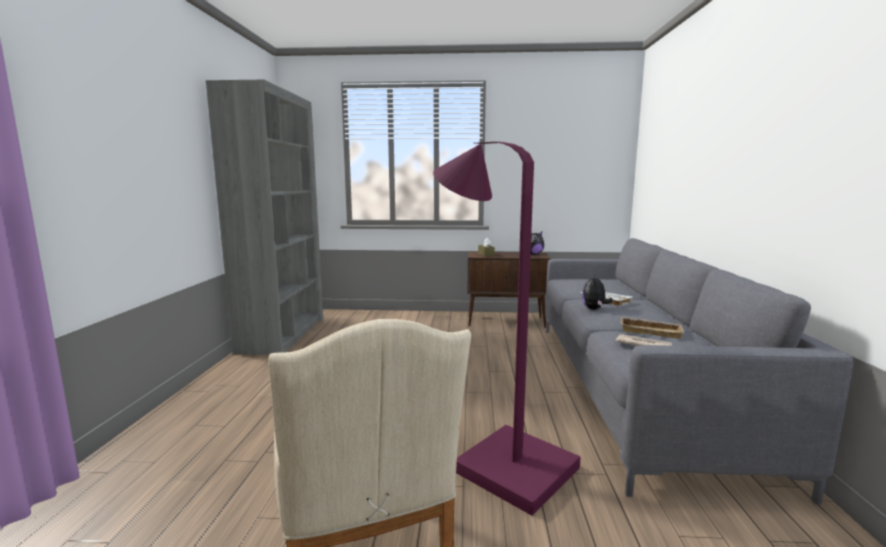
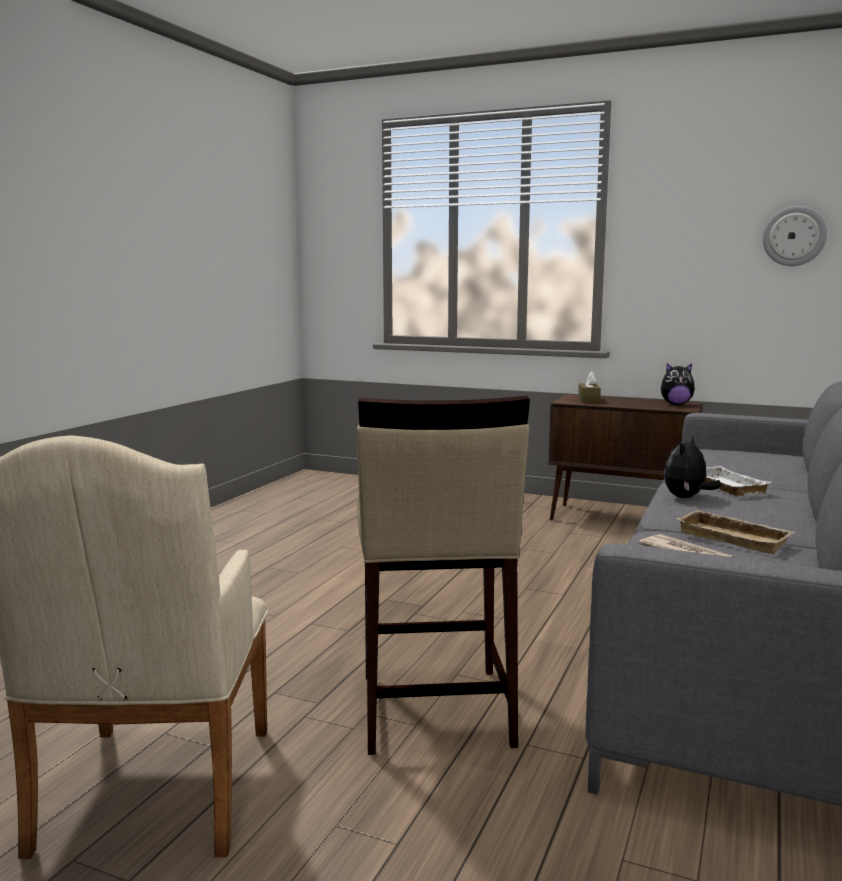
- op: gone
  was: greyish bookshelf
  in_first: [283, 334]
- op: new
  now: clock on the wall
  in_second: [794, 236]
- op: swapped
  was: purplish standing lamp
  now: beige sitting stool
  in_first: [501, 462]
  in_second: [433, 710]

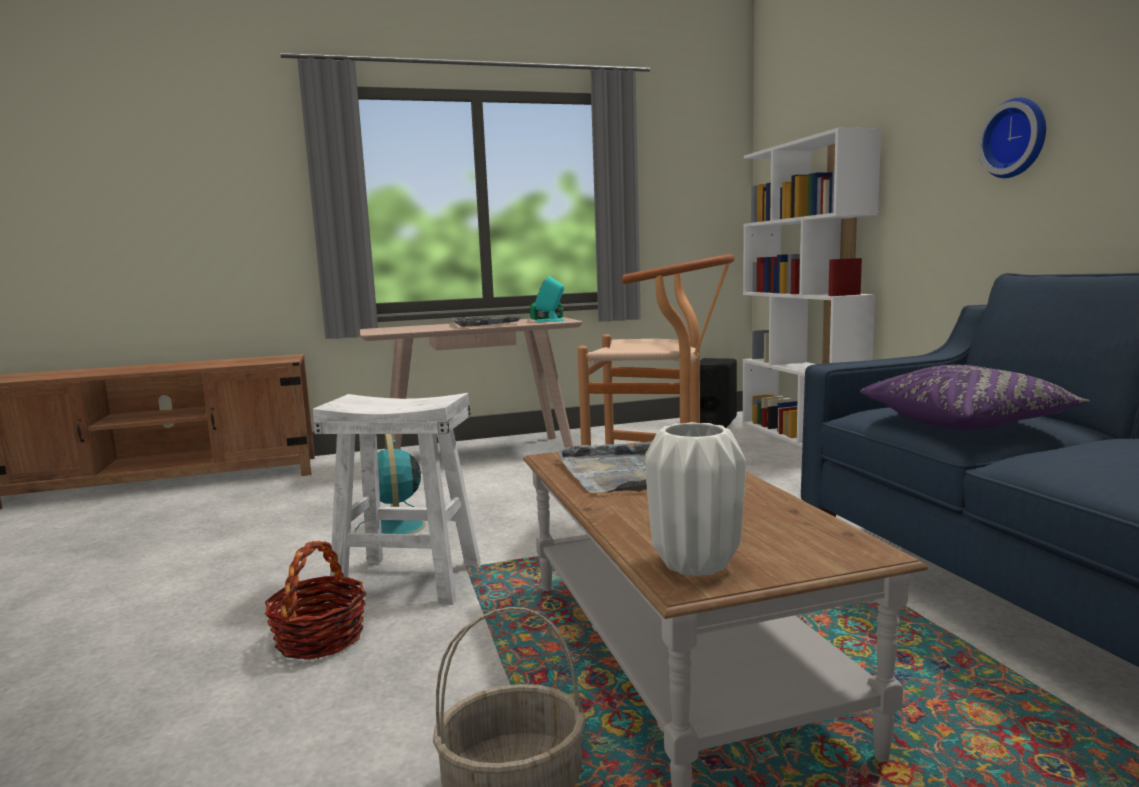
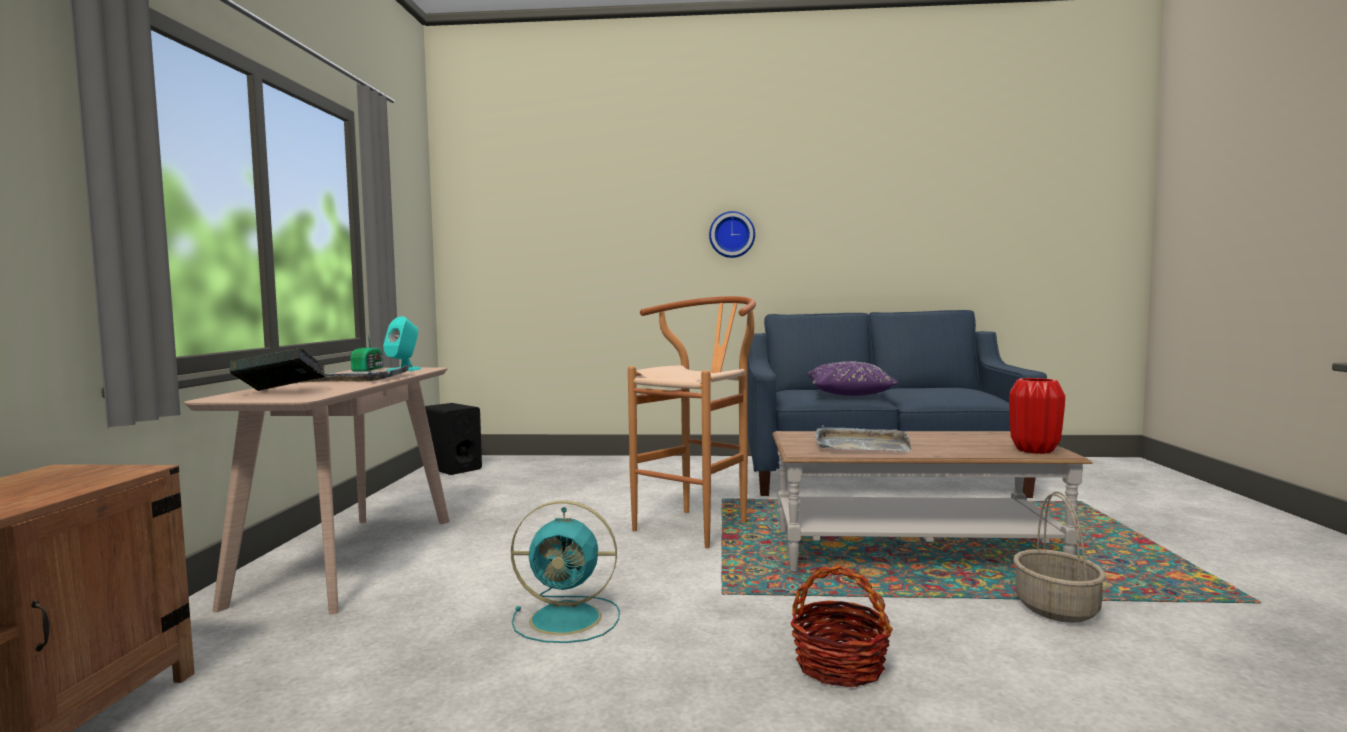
- op: gone
  was: white sitting stool
  in_first: [409, 580]
- op: gone
  was: white bookshelf
  in_first: [801, 437]
- op: new
  now: bound book
  in_second: [280, 392]
- op: repainted
  was: white vase
  now: red-coloured vase
  in_first: [696, 564]
  in_second: [1034, 450]

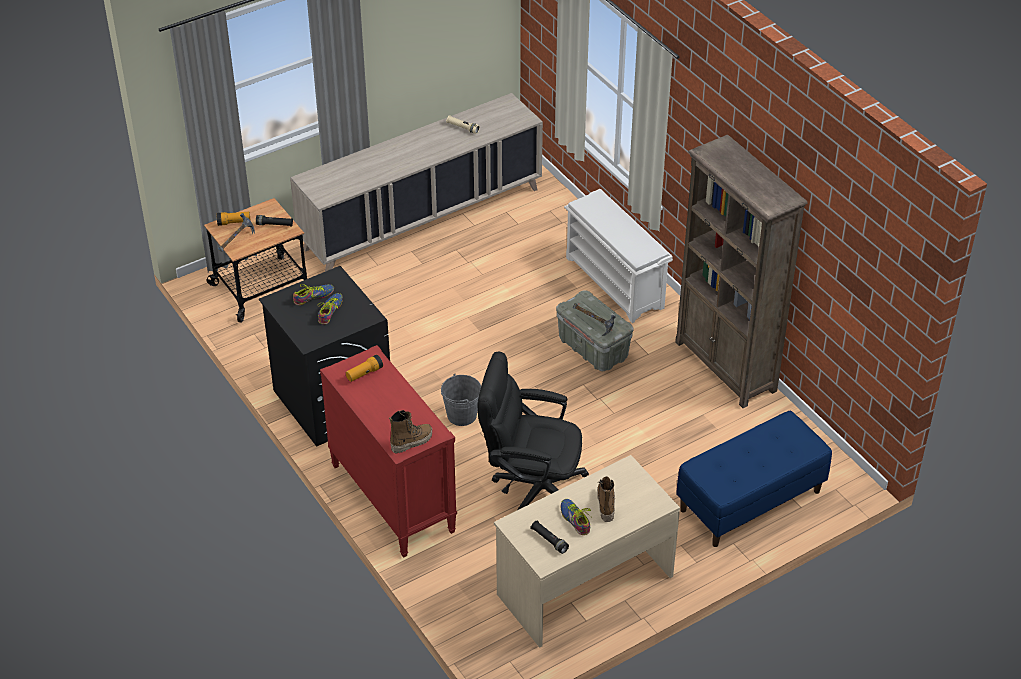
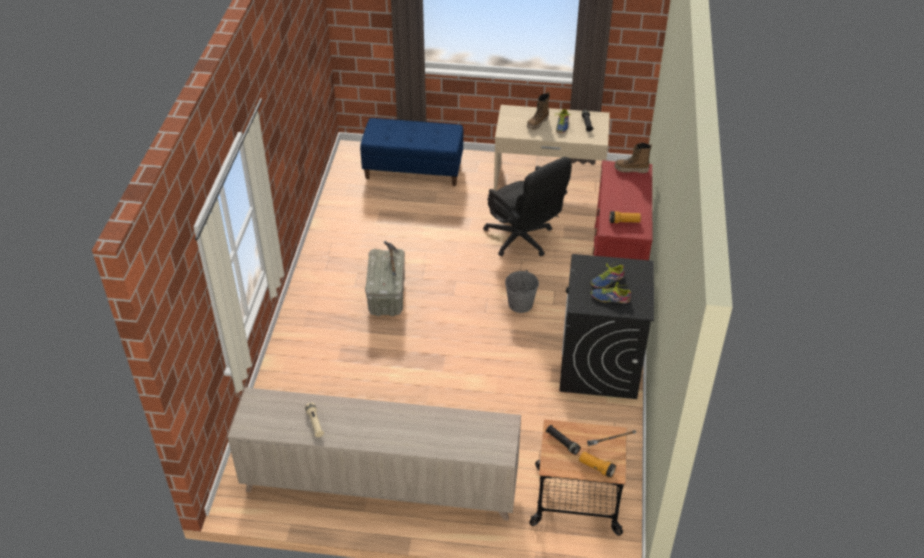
- op: gone
  was: white shoe rack
  in_first: [616, 283]
- op: gone
  was: brownish bookshelf
  in_first: [726, 367]

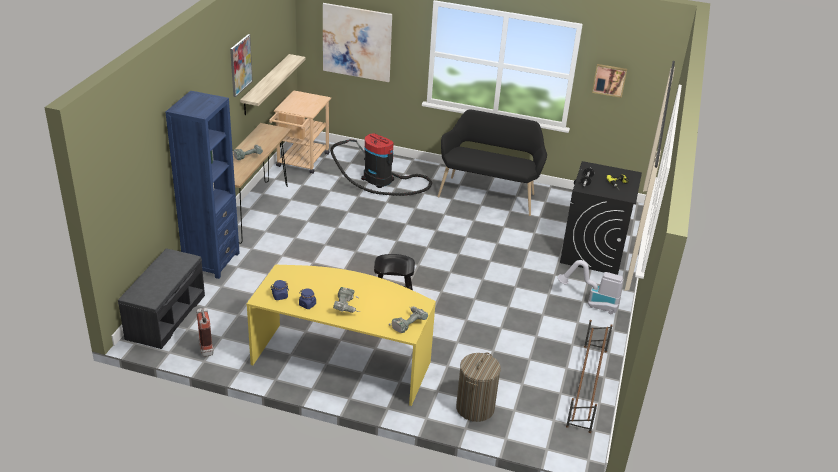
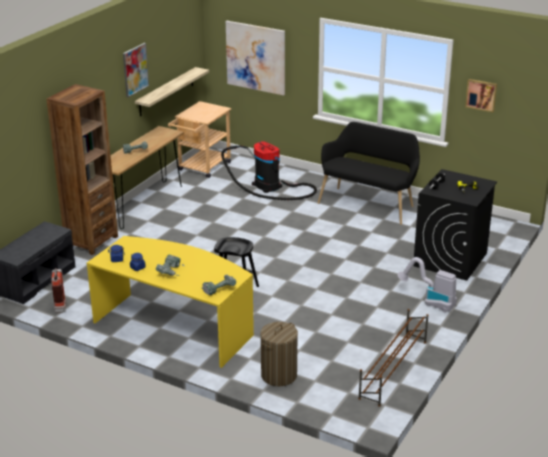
- op: repainted
  was: blue bookshelf
  now: brownish bookshelf
  in_first: [211, 261]
  in_second: [91, 241]

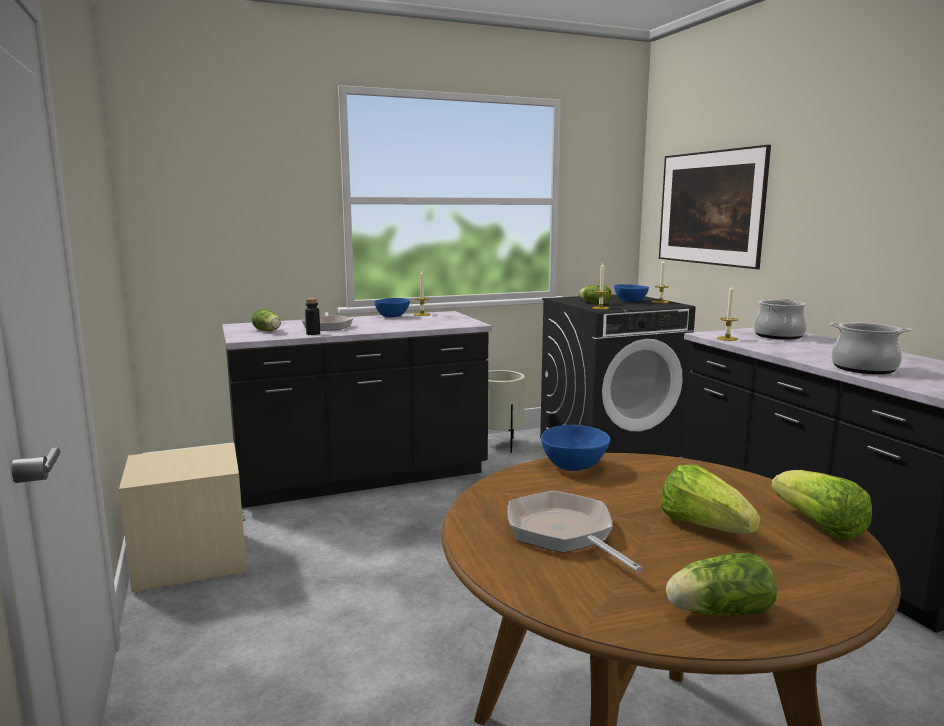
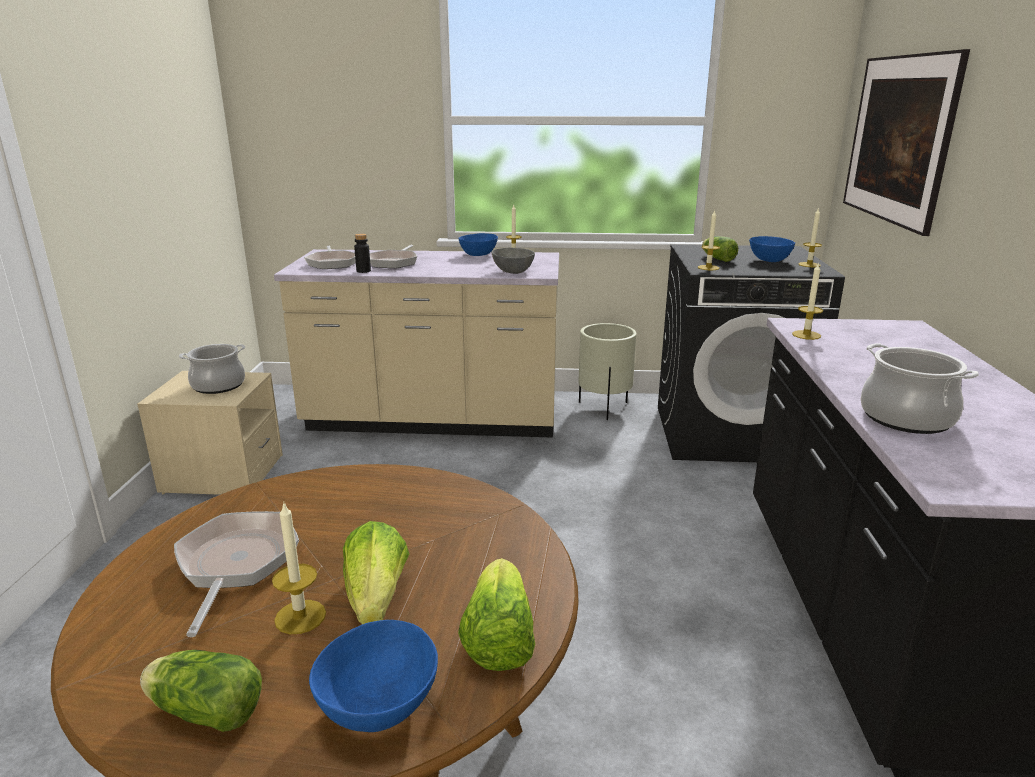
- op: new
  now: wax light
  in_second: [300, 617]
- op: new
  now: greyish bowl
  in_second: [513, 271]
- op: shifted
  was: blue bowl
  in_first: [574, 466]
  in_second: [382, 706]
- op: shifted
  was: saucepot
  in_first: [779, 336]
  in_second: [218, 385]
- op: swapped
  was: lettuce head
  now: frying pan
  in_first: [268, 331]
  in_second: [332, 263]
- op: repainted
  was: black-coloured kitchen counter
  now: beige kitchen counter
  in_first: [362, 478]
  in_second: [433, 420]

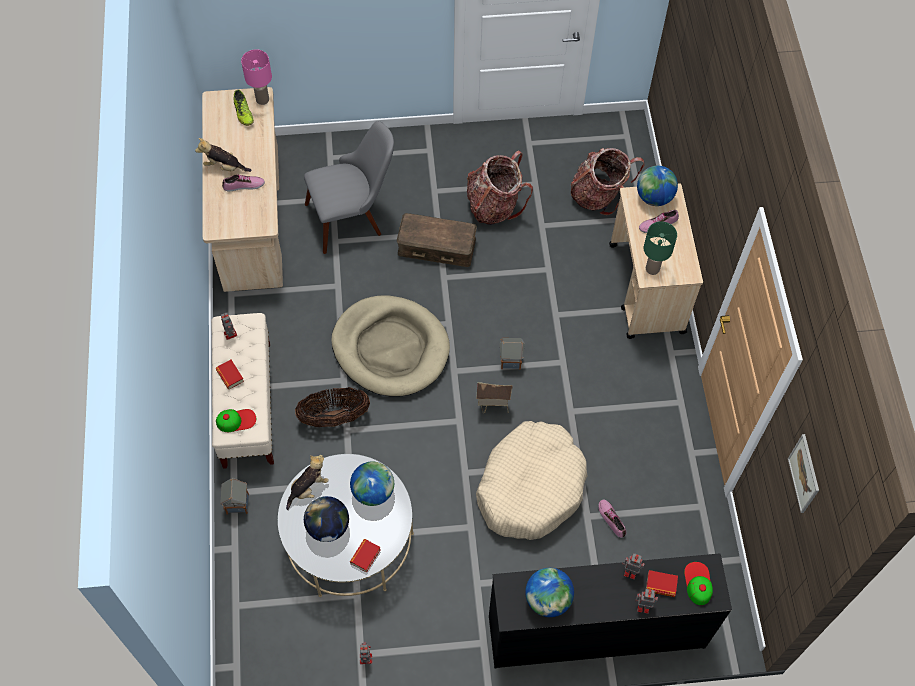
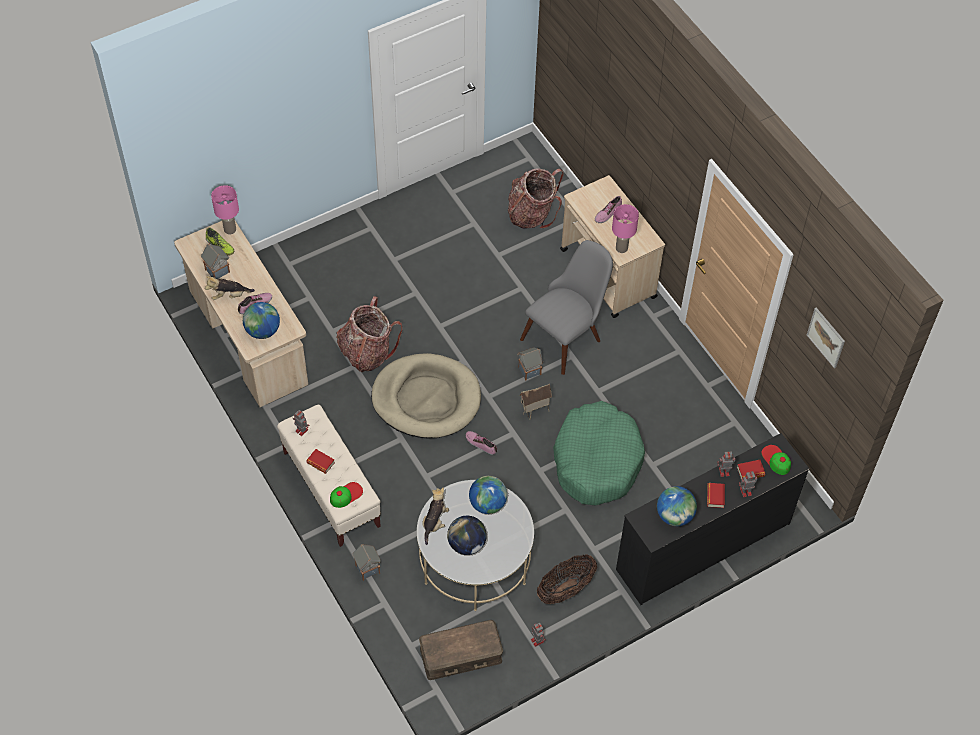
- op: new
  now: toy house
  in_second: [218, 271]
- op: shifted
  was: basket
  in_first: [334, 417]
  in_second: [565, 589]
- op: shifted
  was: greyish upright chair
  in_first: [353, 216]
  in_second: [567, 334]
- op: shifted
  was: bound book
  in_first: [365, 556]
  in_second: [715, 496]
- op: shifted
  was: brownish storage container
  in_first: [436, 247]
  in_second: [461, 655]
- op: shifted
  was: backpack
  in_first: [494, 205]
  in_second: [367, 352]
- op: shifted
  was: shoe
  in_first: [612, 519]
  in_second: [481, 444]
- op: shifted
  was: world globe
  in_first: [654, 197]
  in_second: [263, 331]
- op: repainted
  was: beige pet bed
  now: green-coloured pet bed
  in_first: [530, 486]
  in_second: [596, 460]
- op: repainted
  was: green-coloured lamp for a table
  now: pinkish lamp for a table
  in_first: [652, 269]
  in_second: [621, 248]

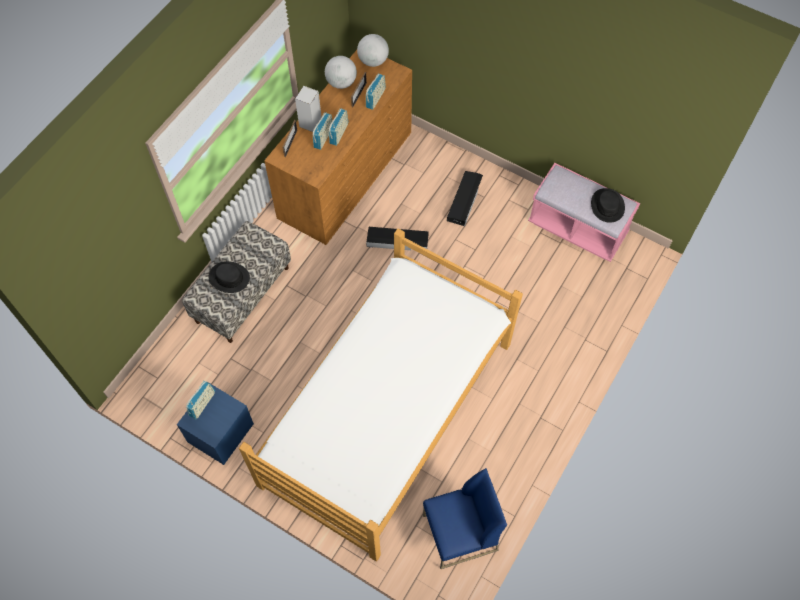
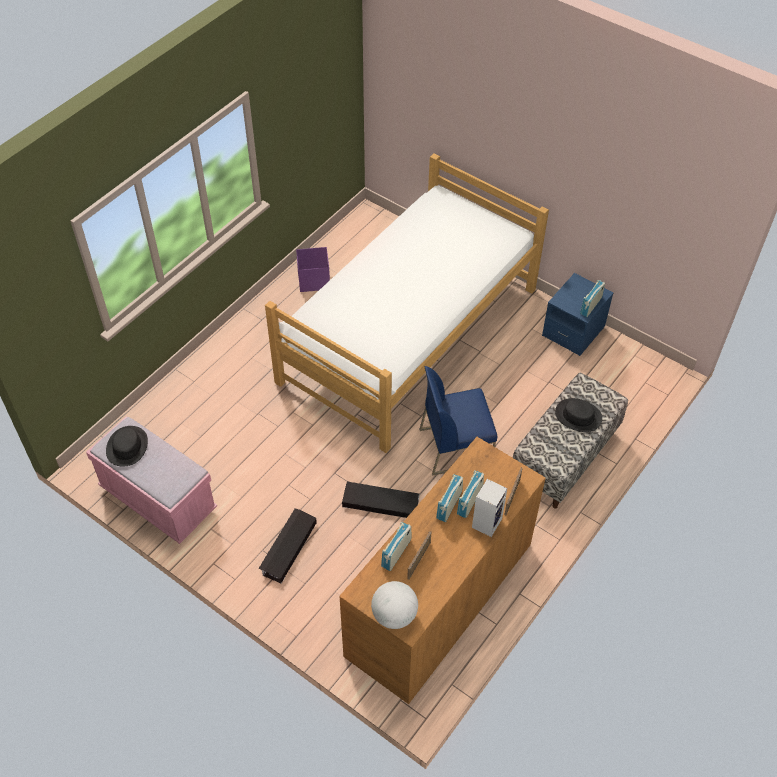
- op: gone
  was: world globe
  in_first: [341, 82]
- op: new
  now: purplish storage container
  in_second: [313, 280]
- op: shifted
  was: blue upright chair
  in_first: [459, 533]
  in_second: [456, 446]

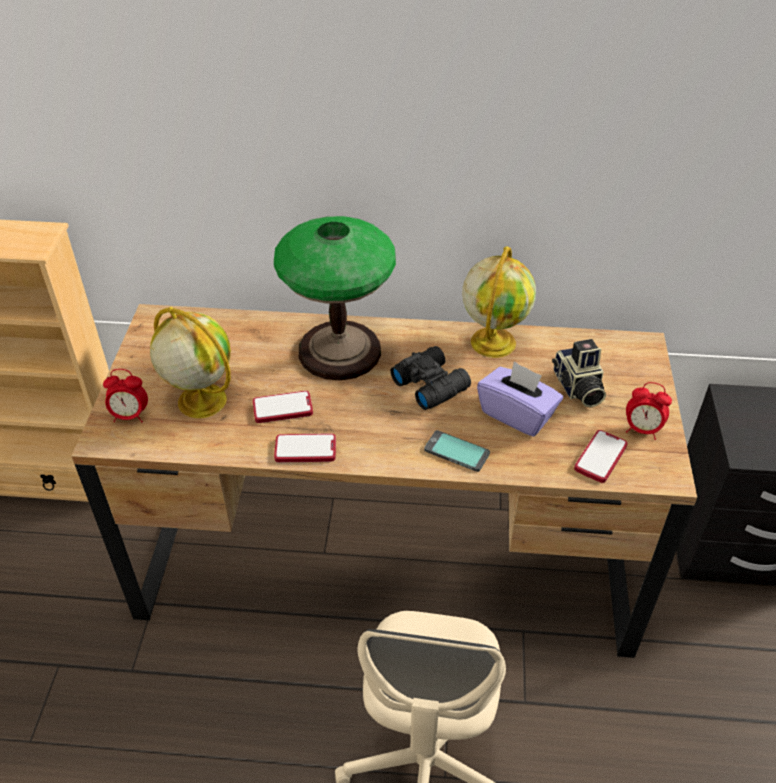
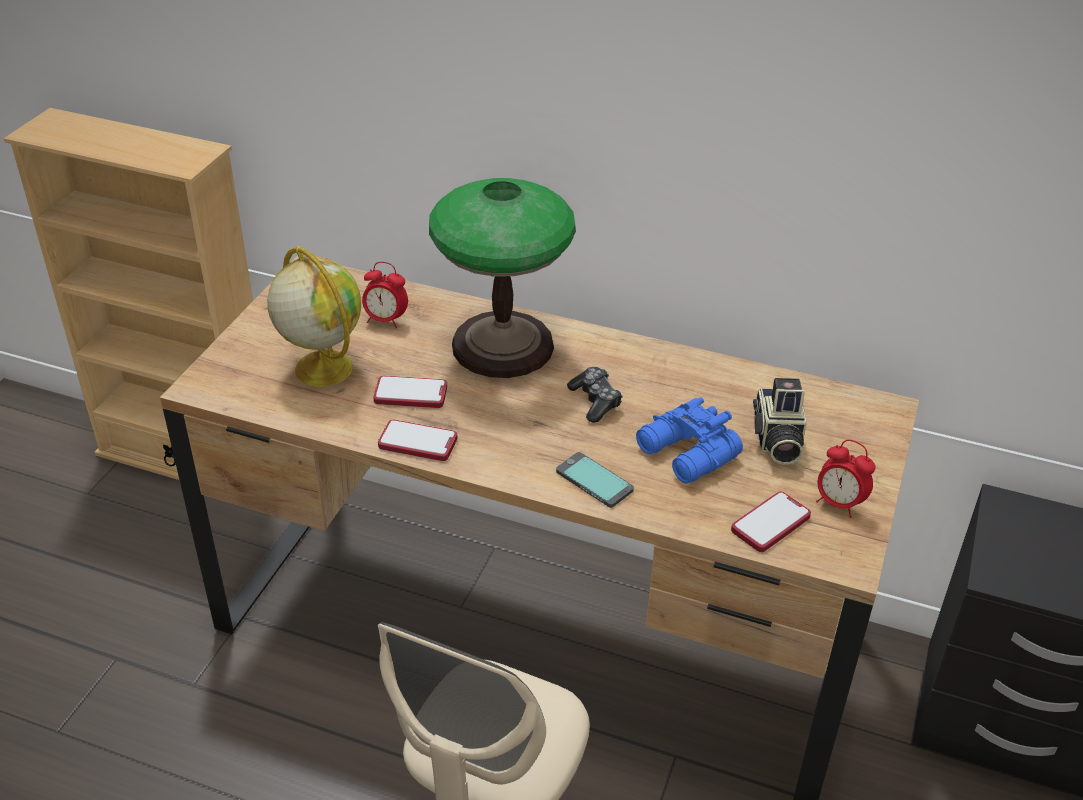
- op: gone
  was: world globe
  in_first: [493, 341]
- op: shifted
  was: alarm clock
  in_first: [130, 416]
  in_second: [385, 320]
- op: swapped
  was: black-coloured field glasses
  now: game controller
  in_first: [430, 384]
  in_second: [595, 401]
- op: swapped
  was: purplish box of tissues
  now: blue field glasses
  in_first: [517, 414]
  in_second: [687, 455]

